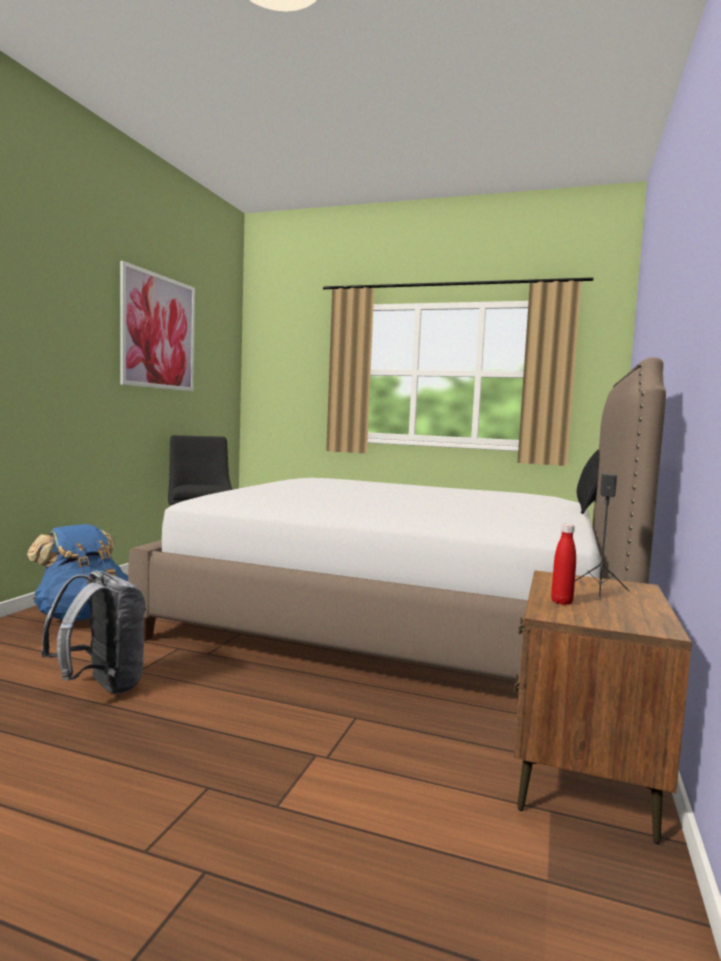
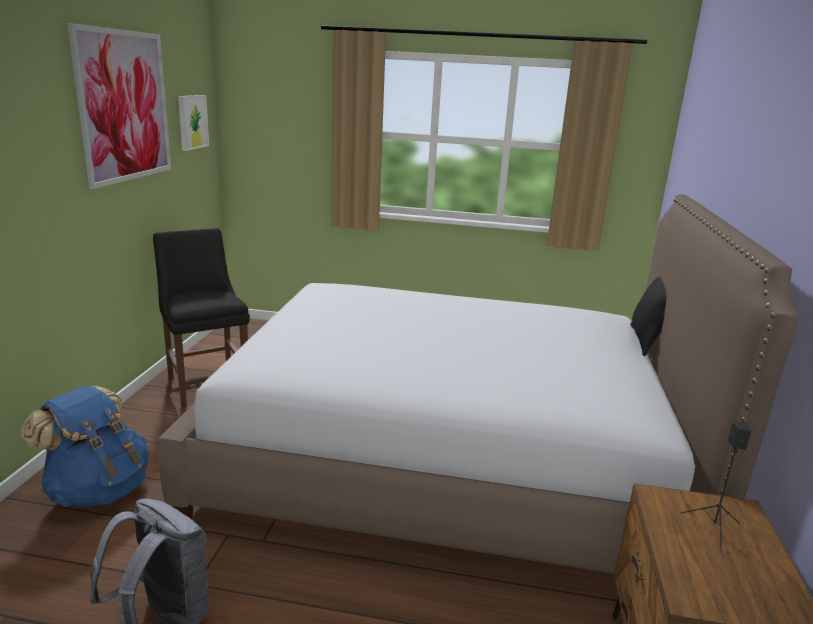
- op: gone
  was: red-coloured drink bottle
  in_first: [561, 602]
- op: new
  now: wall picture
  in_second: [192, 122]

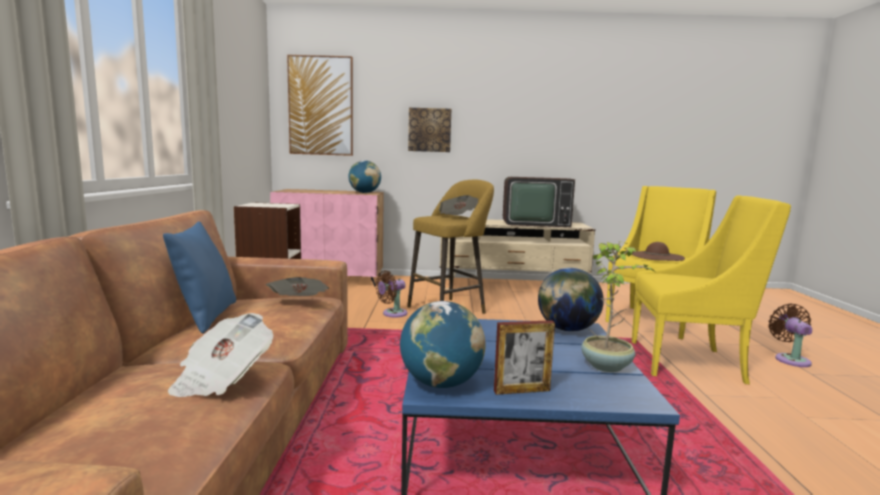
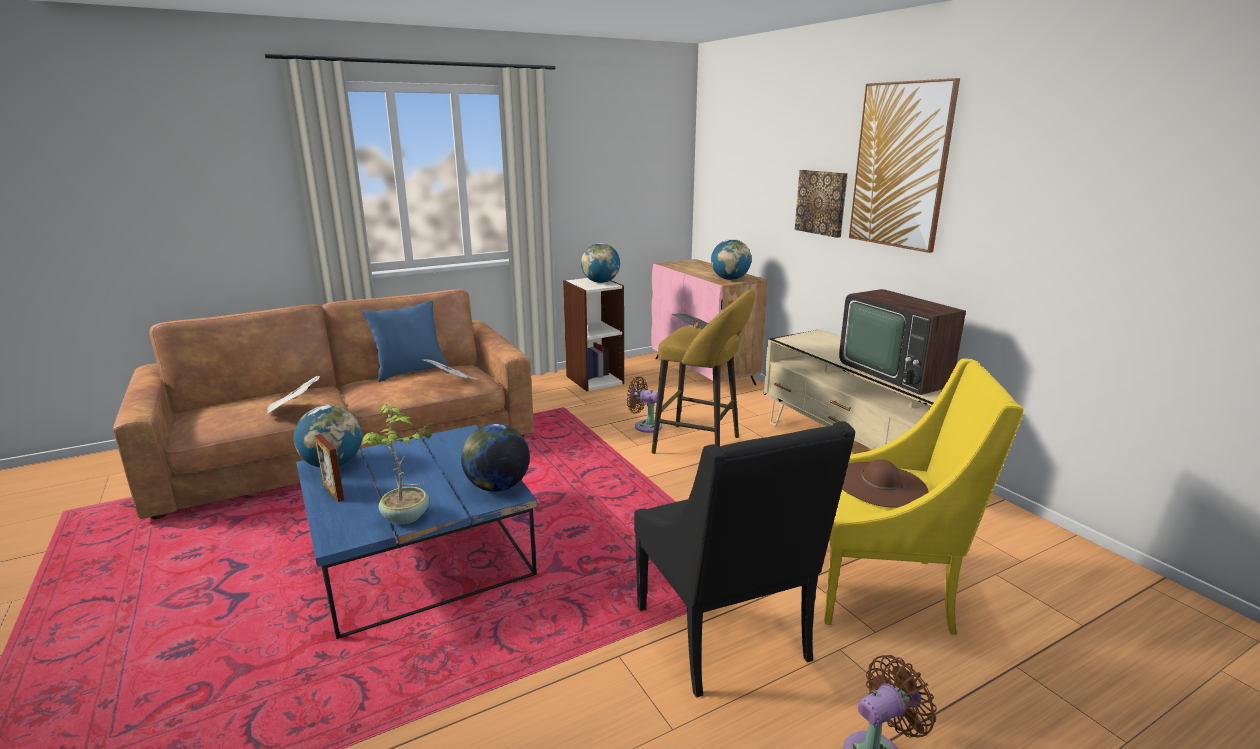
- op: new
  now: world globe
  in_second: [601, 282]
- op: shifted
  was: wall picture
  in_first: [321, 106]
  in_second: [901, 166]
- op: repainted
  was: yellowish armchair
  now: black-coloured armchair
  in_first: [689, 362]
  in_second: [726, 636]

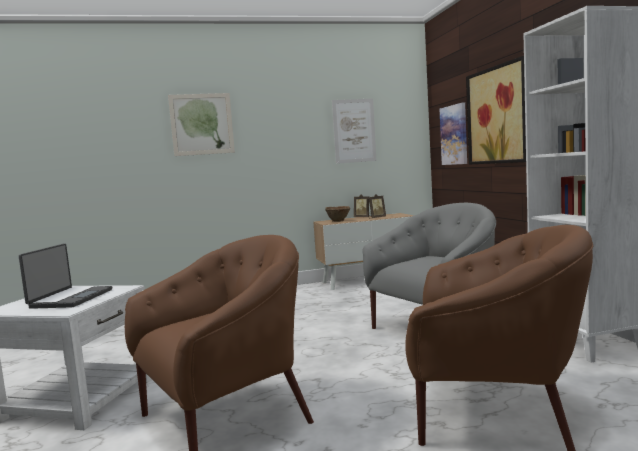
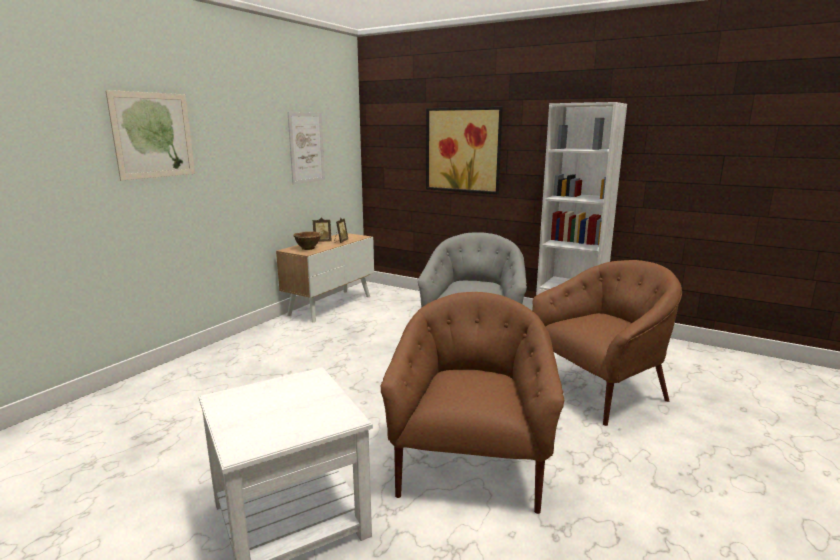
- op: gone
  was: portable computer
  in_first: [70, 298]
- op: gone
  was: wall picture
  in_first: [454, 135]

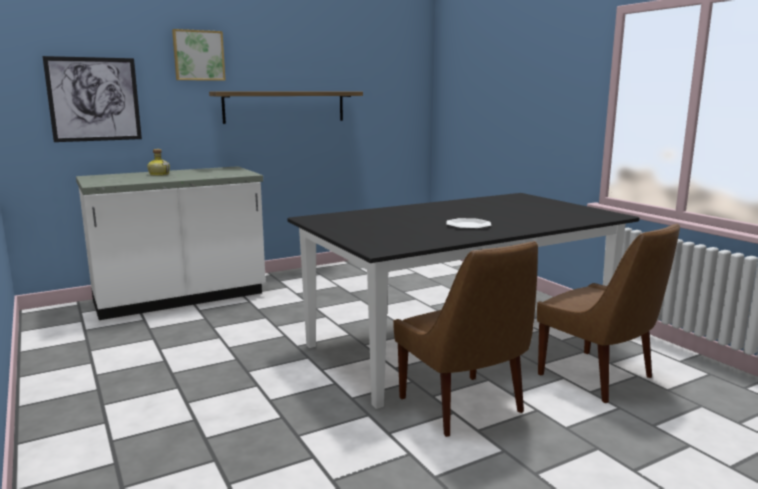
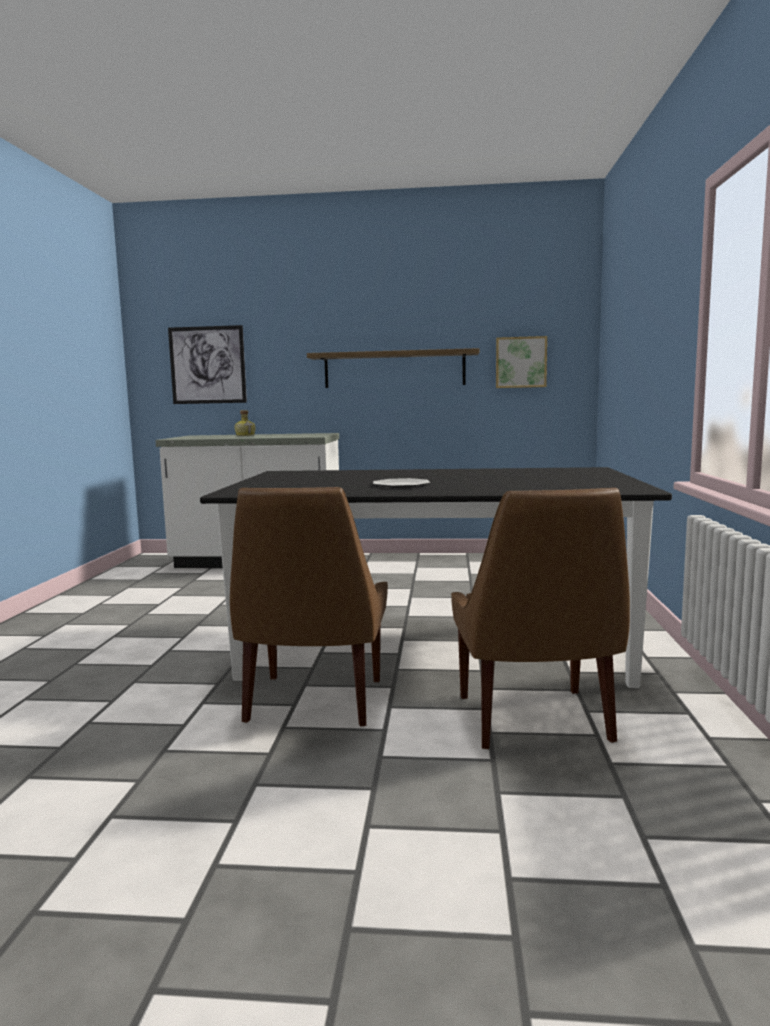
- op: shifted
  was: wall picture
  in_first: [198, 55]
  in_second: [520, 362]

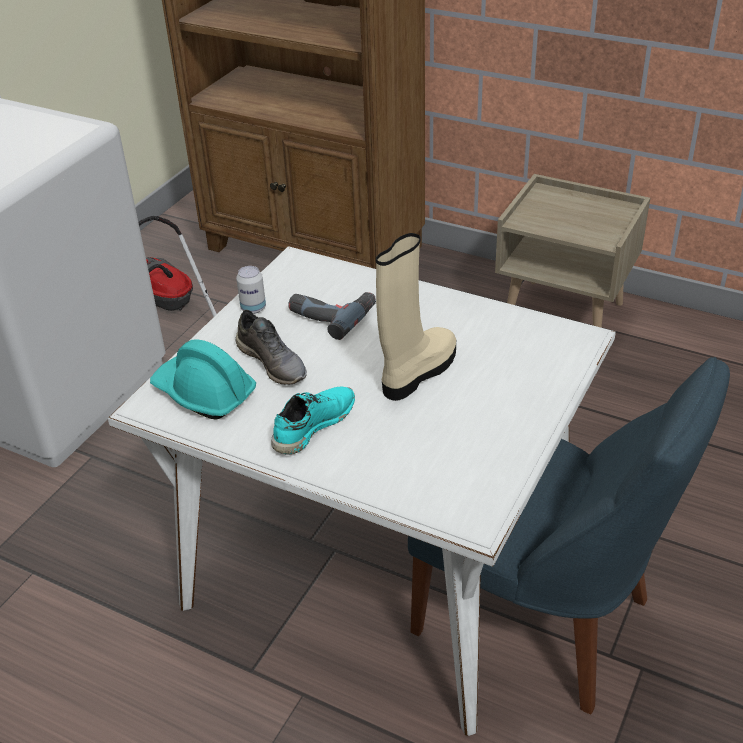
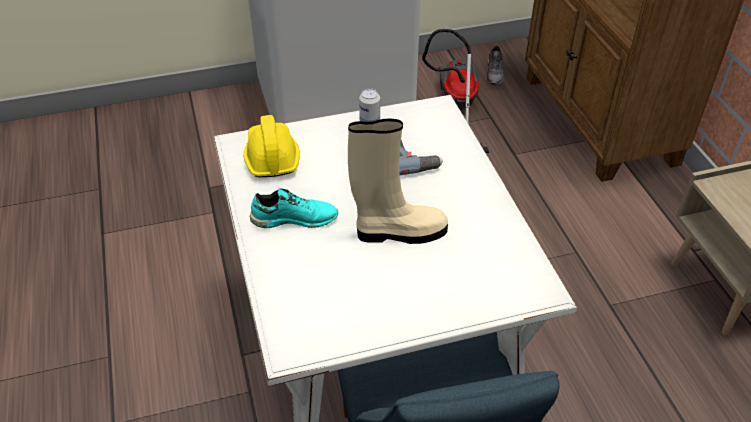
- op: shifted
  was: greyish shoe
  in_first: [273, 362]
  in_second: [495, 73]
- op: repainted
  was: turquoise work helmet
  now: yellowish work helmet
  in_first: [204, 393]
  in_second: [271, 156]

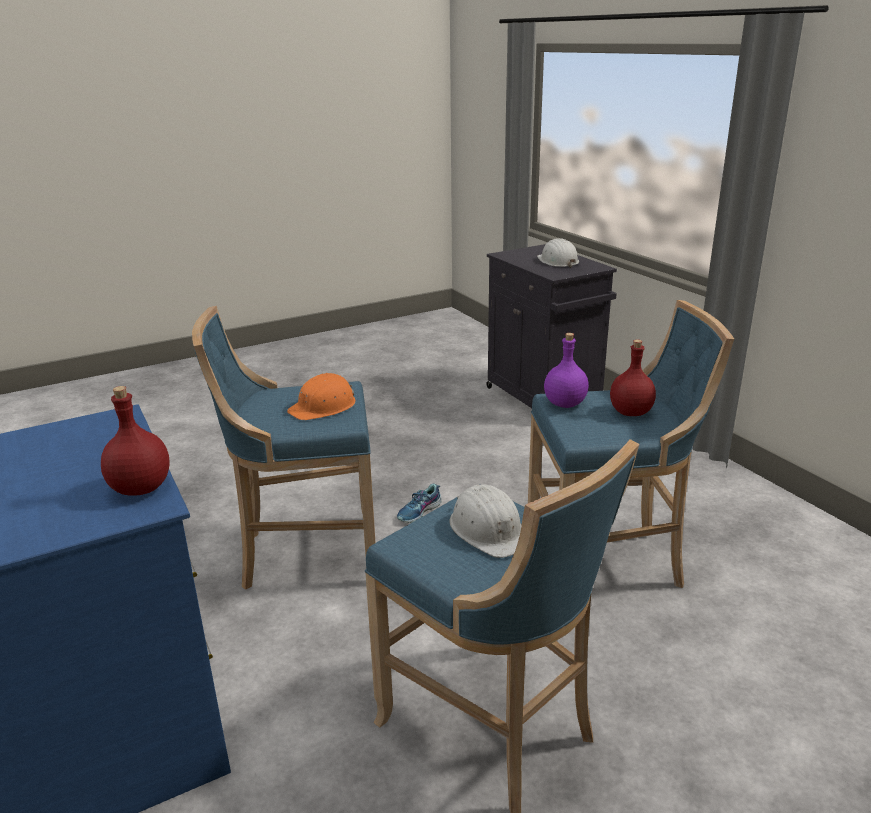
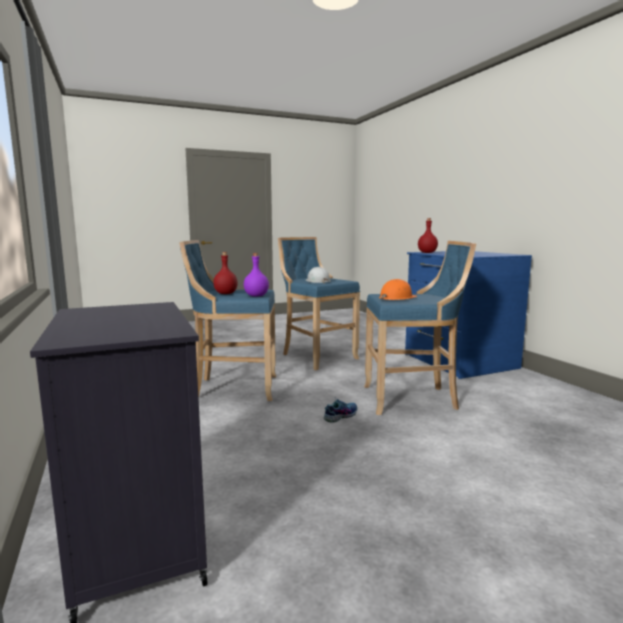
- op: gone
  was: white work helmet
  in_first: [557, 261]

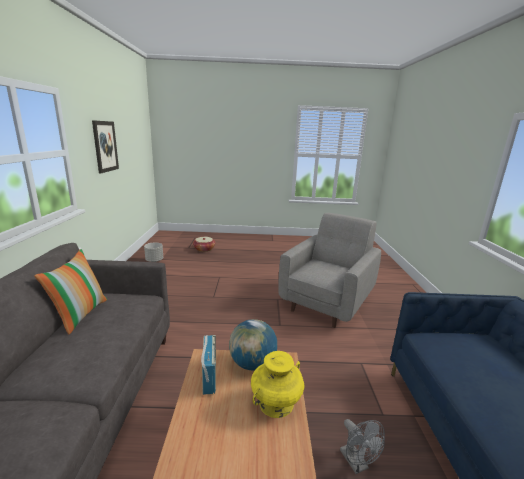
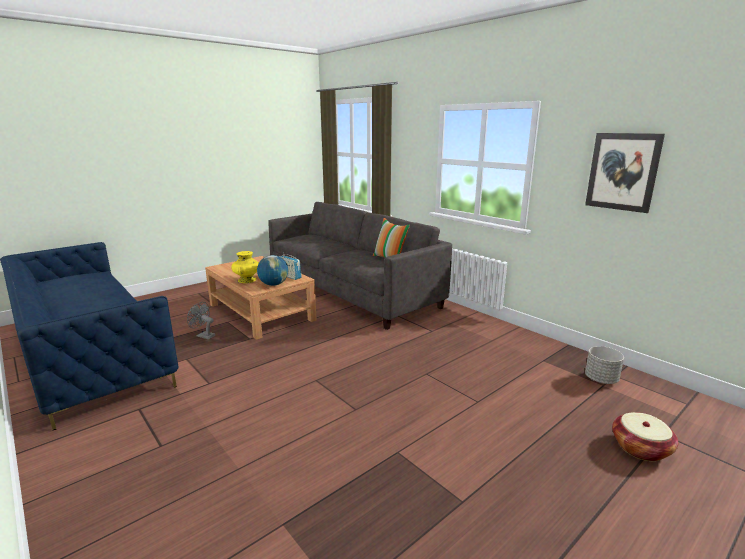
- op: gone
  was: greyish armchair
  in_first: [327, 303]

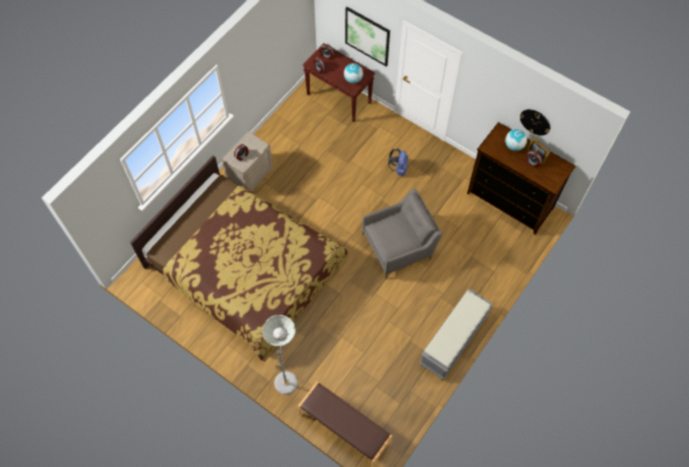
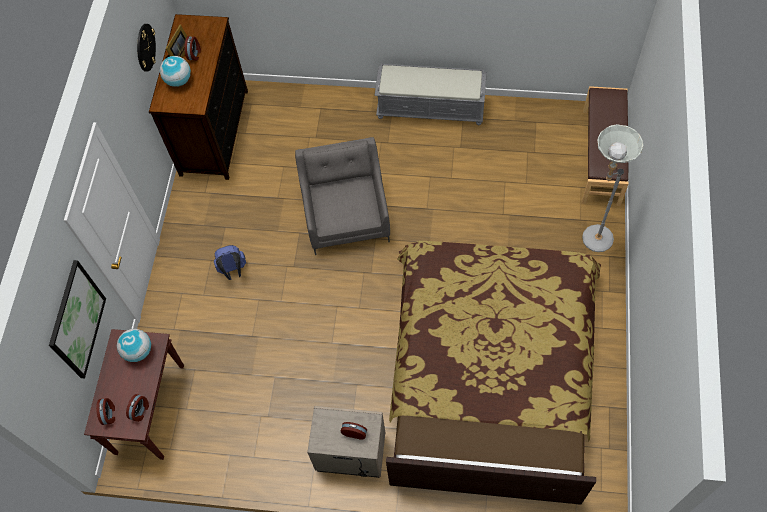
- op: rotated
  was: greyish armchair
  in_first: [399, 245]
  in_second: [347, 215]
  clockwise: 45

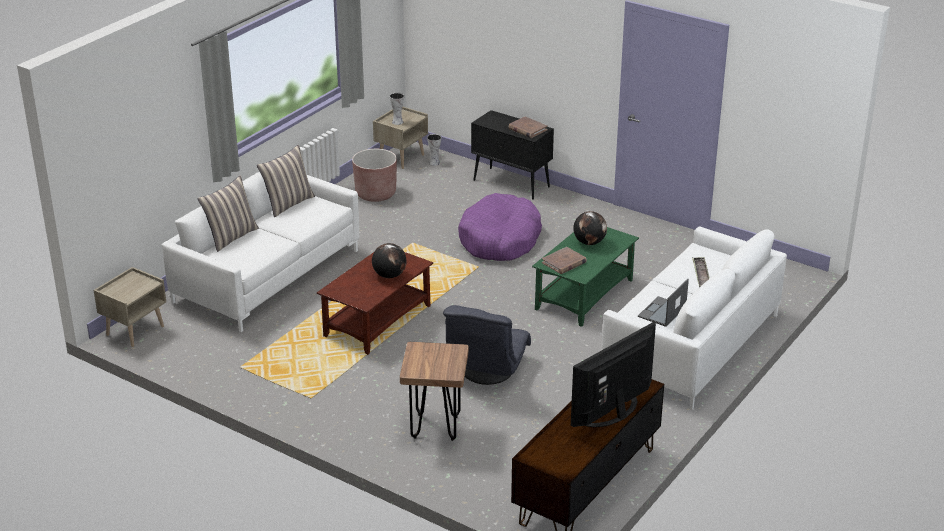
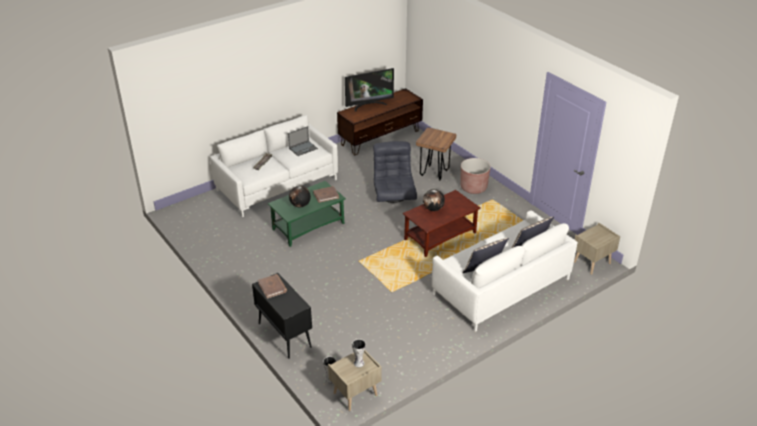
- op: gone
  was: purplish pet bed
  in_first: [500, 240]
- op: shifted
  was: brownish plant pot
  in_first: [375, 194]
  in_second: [473, 187]
- op: rotated
  was: greyish armchair
  in_first: [485, 370]
  in_second: [394, 195]
  clockwise: -45

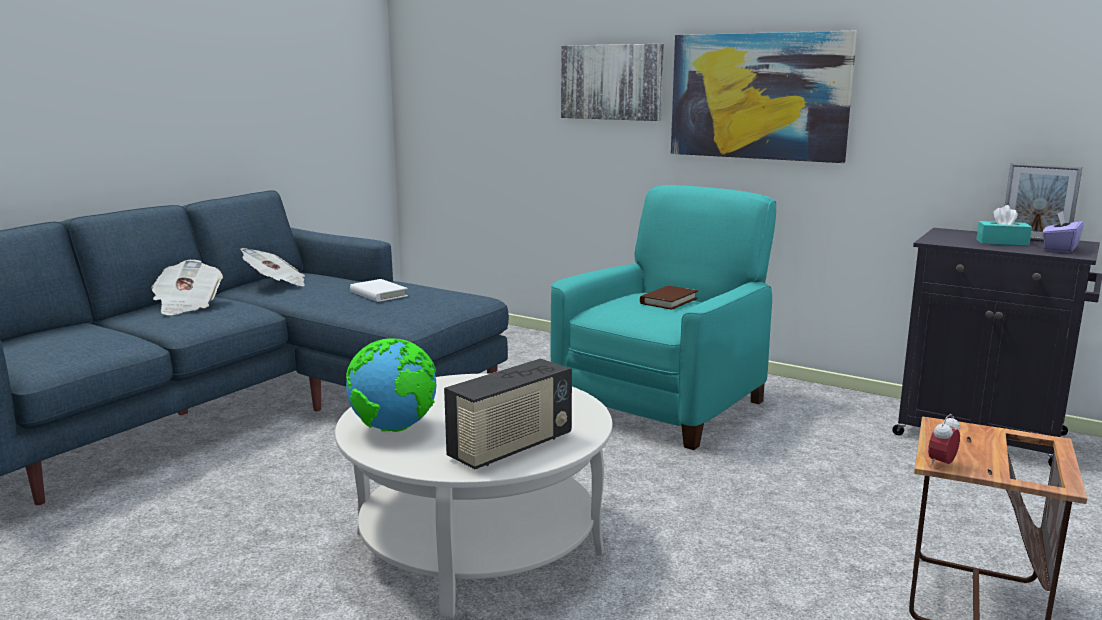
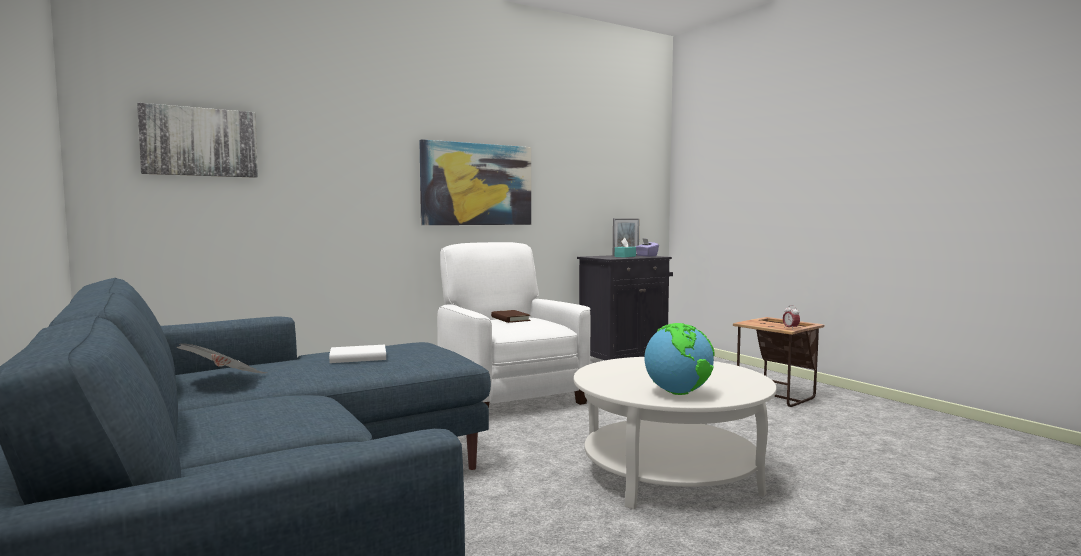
- op: gone
  was: daily paper
  in_first: [187, 306]
- op: gone
  was: radio receiver
  in_first: [511, 448]
- op: shifted
  was: wall picture
  in_first: [611, 82]
  in_second: [200, 142]
- op: repainted
  was: turquoise armchair
  now: white armchair
  in_first: [662, 405]
  in_second: [509, 396]

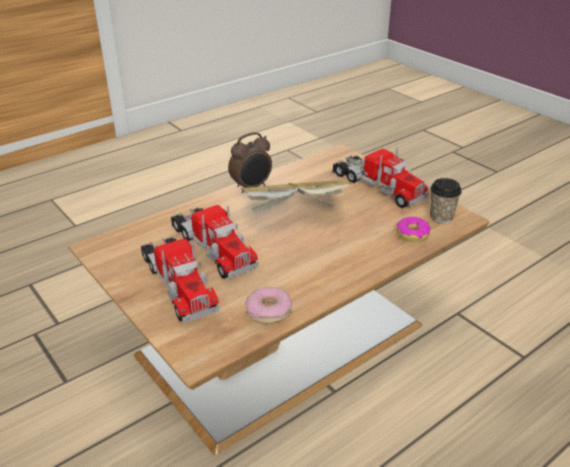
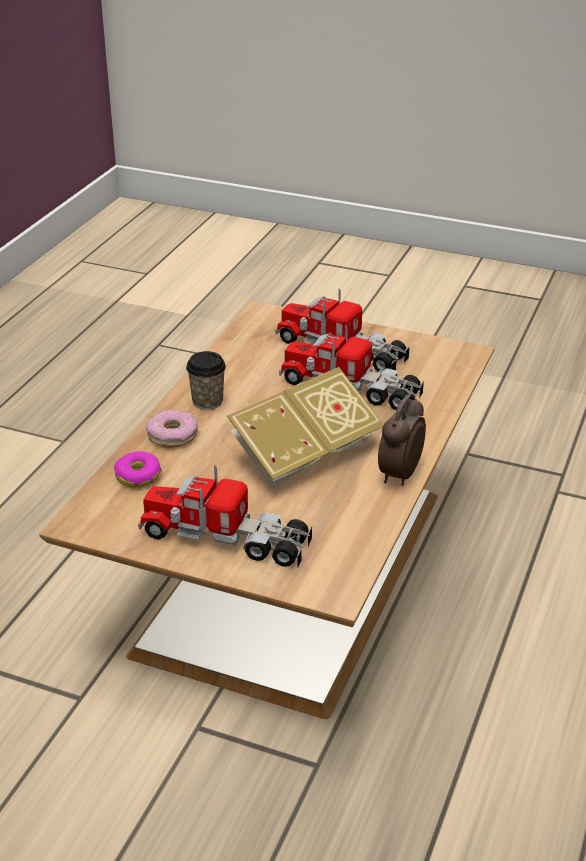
- op: shifted
  was: doughnut
  in_first: [269, 311]
  in_second: [172, 435]
- op: shifted
  was: small cup
  in_first: [441, 217]
  in_second: [207, 402]

